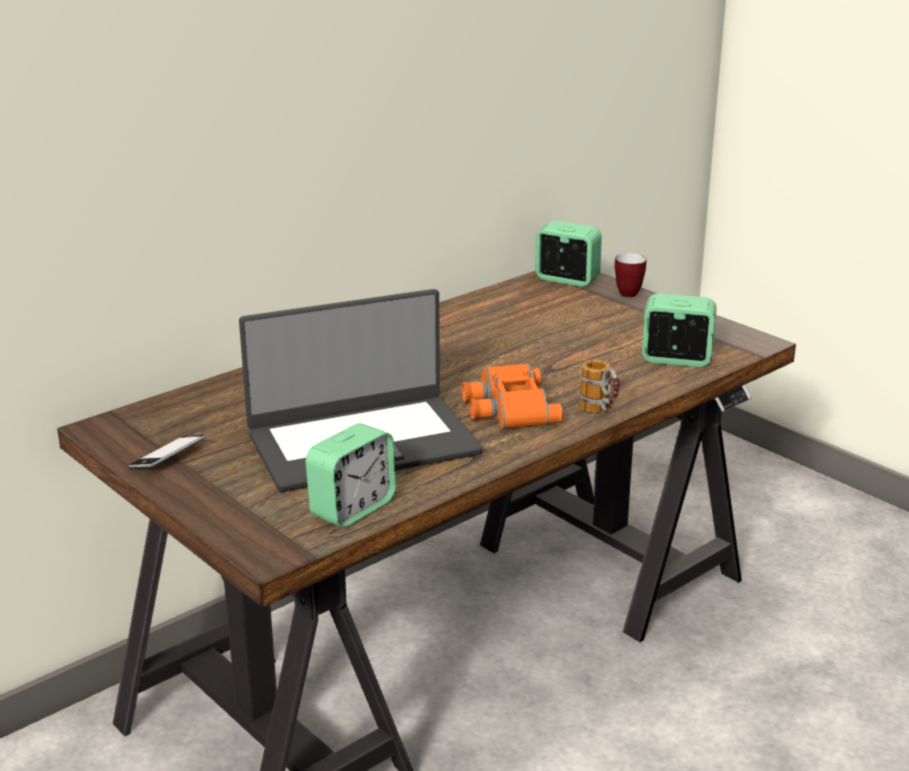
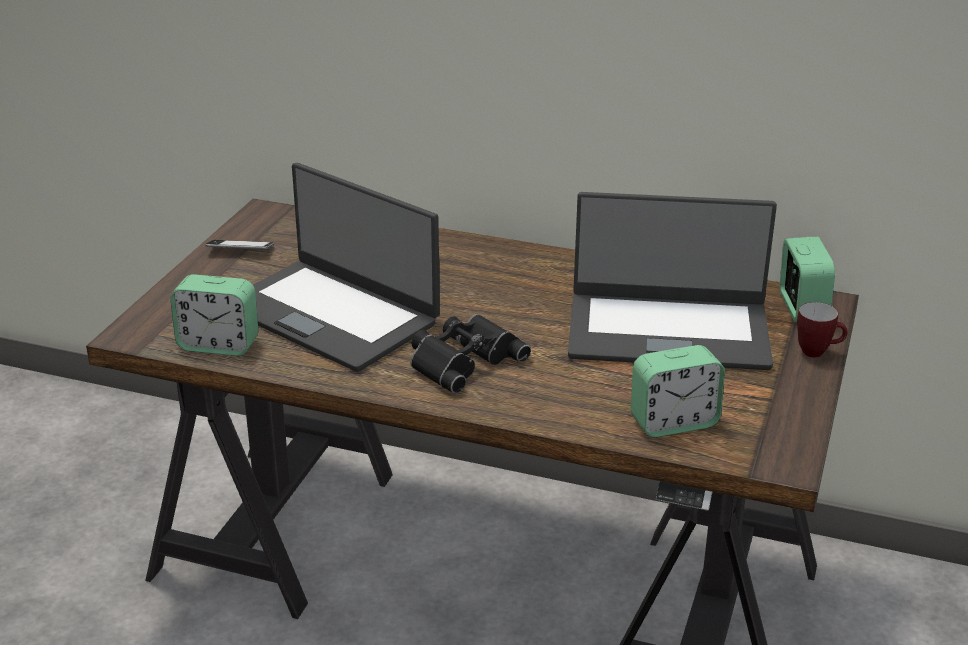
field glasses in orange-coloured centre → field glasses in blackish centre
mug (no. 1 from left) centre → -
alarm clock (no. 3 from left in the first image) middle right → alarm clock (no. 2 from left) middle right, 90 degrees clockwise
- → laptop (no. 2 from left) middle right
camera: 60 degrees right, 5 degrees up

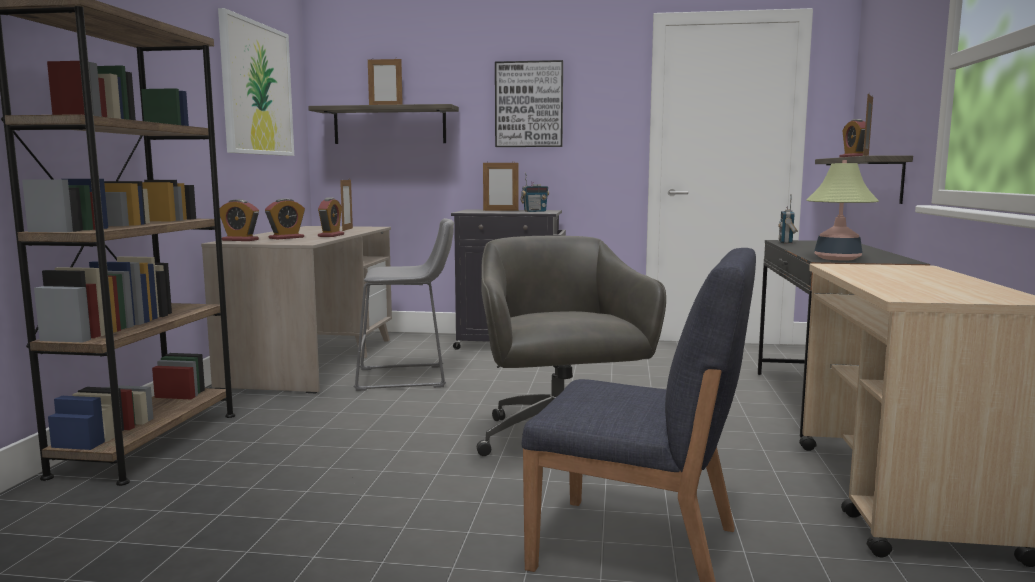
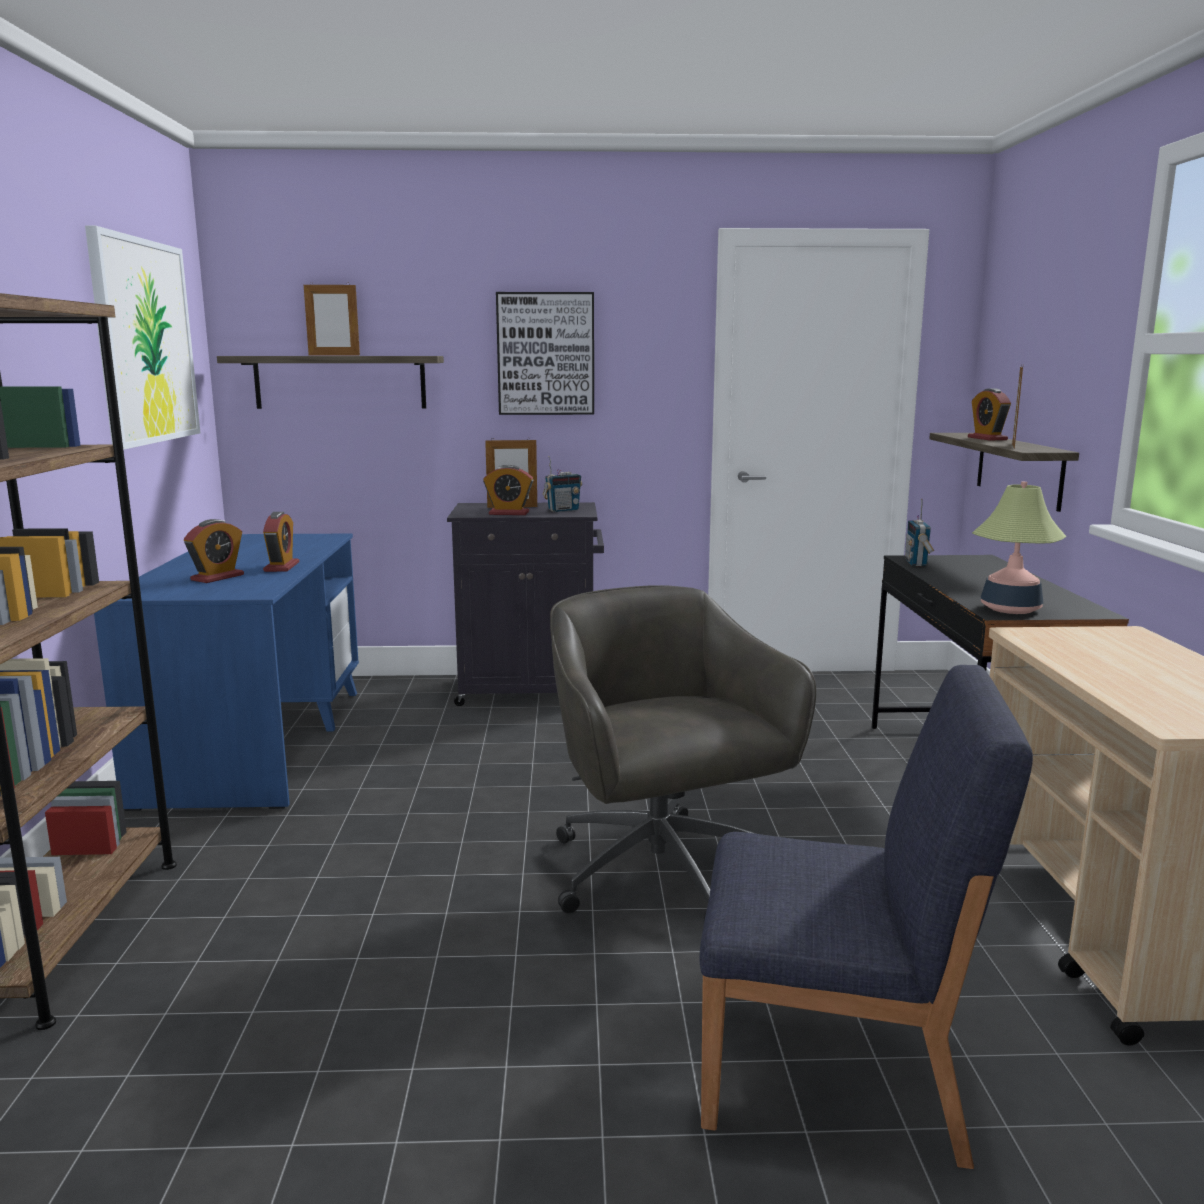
desk in beige middle left → desk in blue middle left
alarm clock (no. 1 from left in the first image) middle left → alarm clock (no. 3 from left) centre, relocated
picture frame (no. 1 from left) centre → -
stool seat in greyish centre → -
camera: 10 degrees left, 5 degrees up

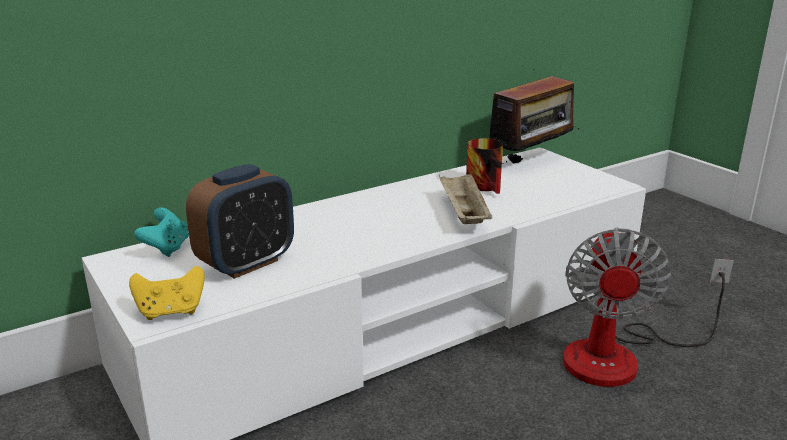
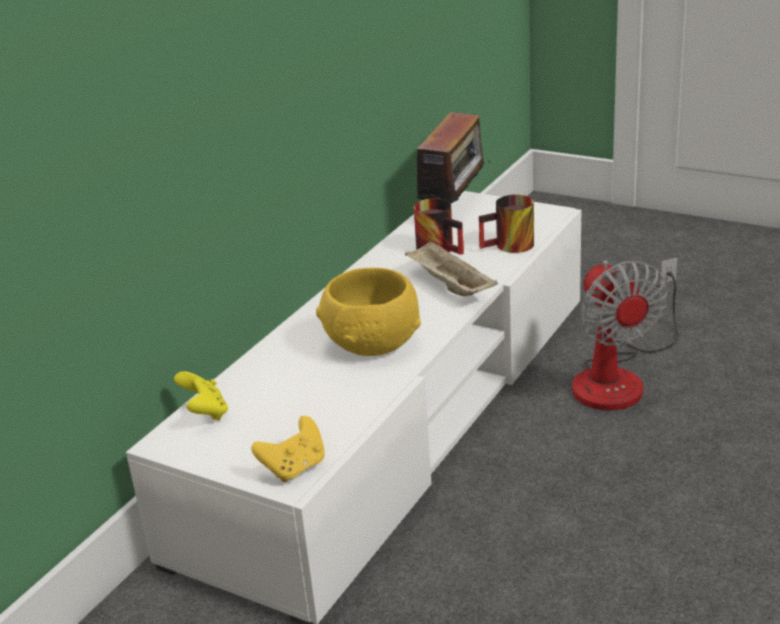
joypad in turquoise-coloured middle left → joypad in yellowish (no. 1 from left) middle left
alarm clock middle left → -
- → deep dish in yellowish centre
- → mug (no. 2 from left) centre
camera: 25 degrees left, 5 degrees up

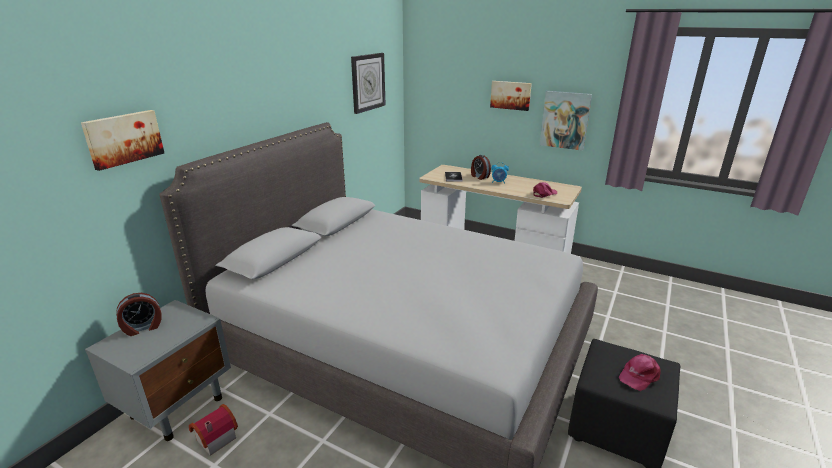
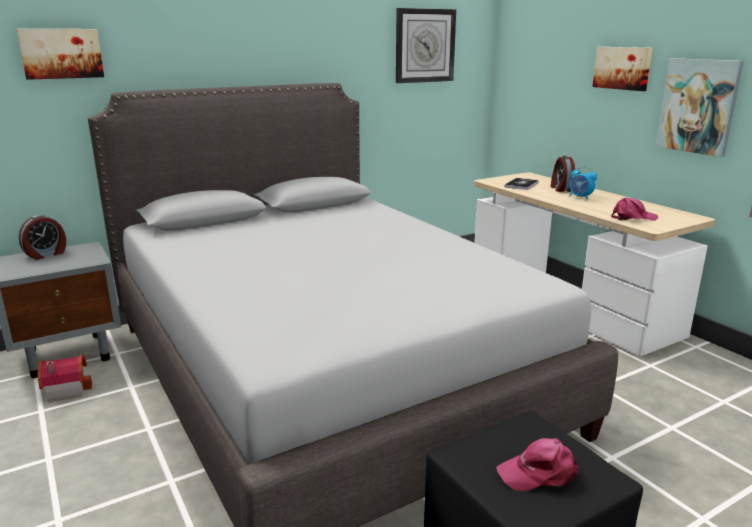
alarm clock (no. 1 from left) bottom left → alarm clock (no. 1 from left) middle left, 45 degrees counterclockwise
camera: 30 degrees right, 5 degrees down

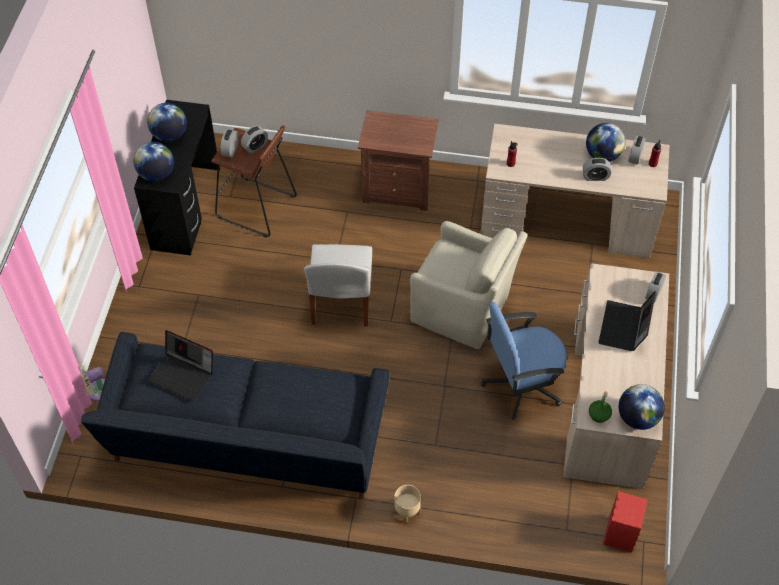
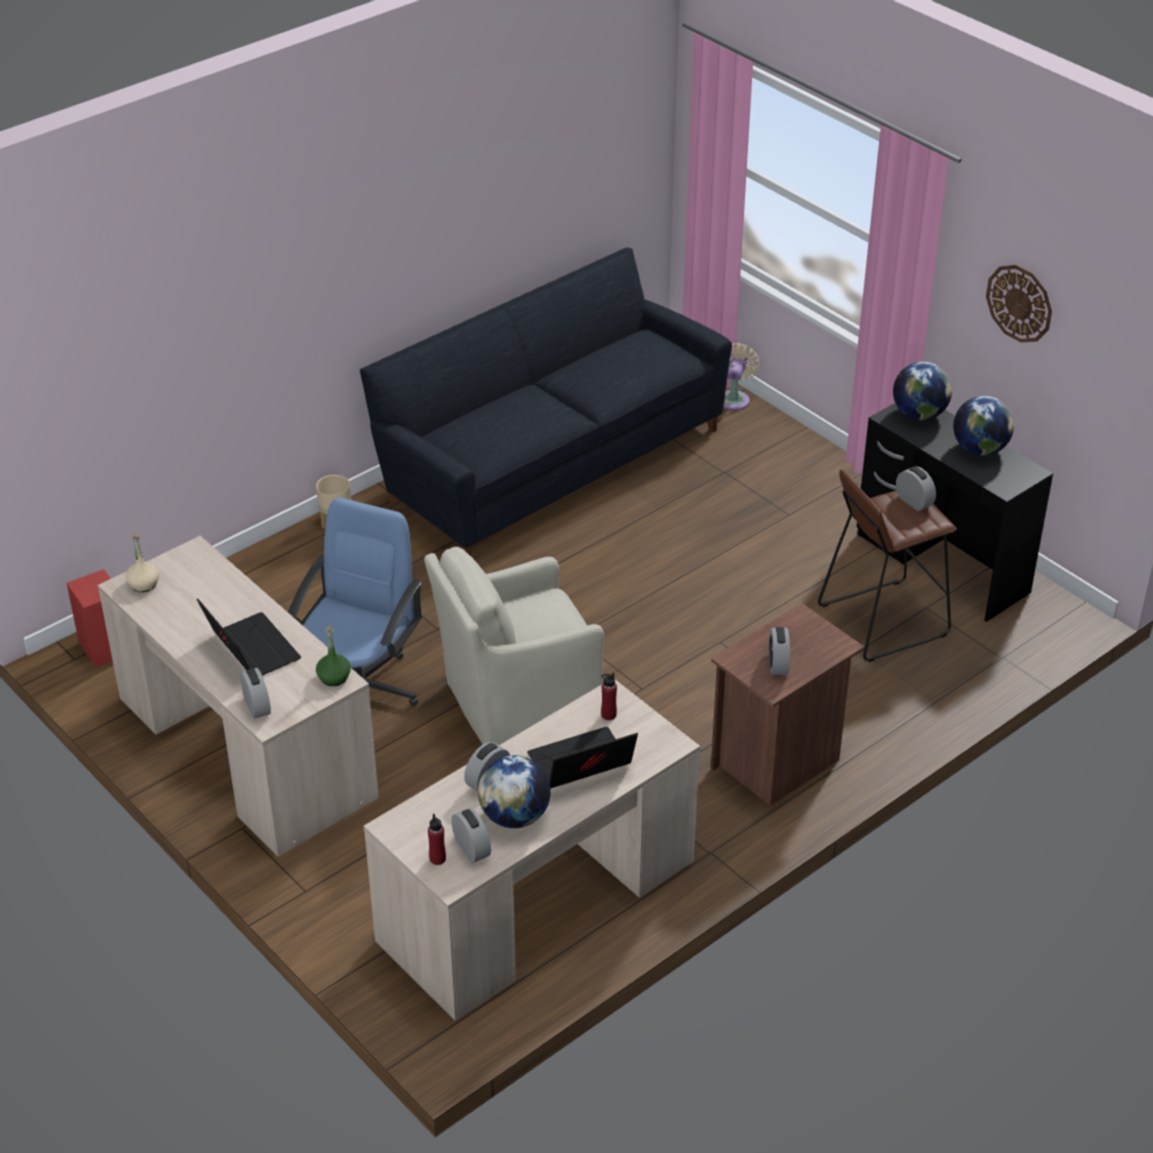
laptop (no. 1 from left in the first image) middle left → laptop (no. 2 from left) centre, relocated
alarm clock (no. 2 from left in the first image) top left → alarm clock (no. 4 from left) middle right, relocated
chair in white-coloured centre → -
bottle in greenish bottom right → bottle in greenish middle left, relocated
world globe (no. 4 from left) bottom right → bottle in beige middle left
- → hanging clock top right
camera: 130 degrees right, 15 degrees down

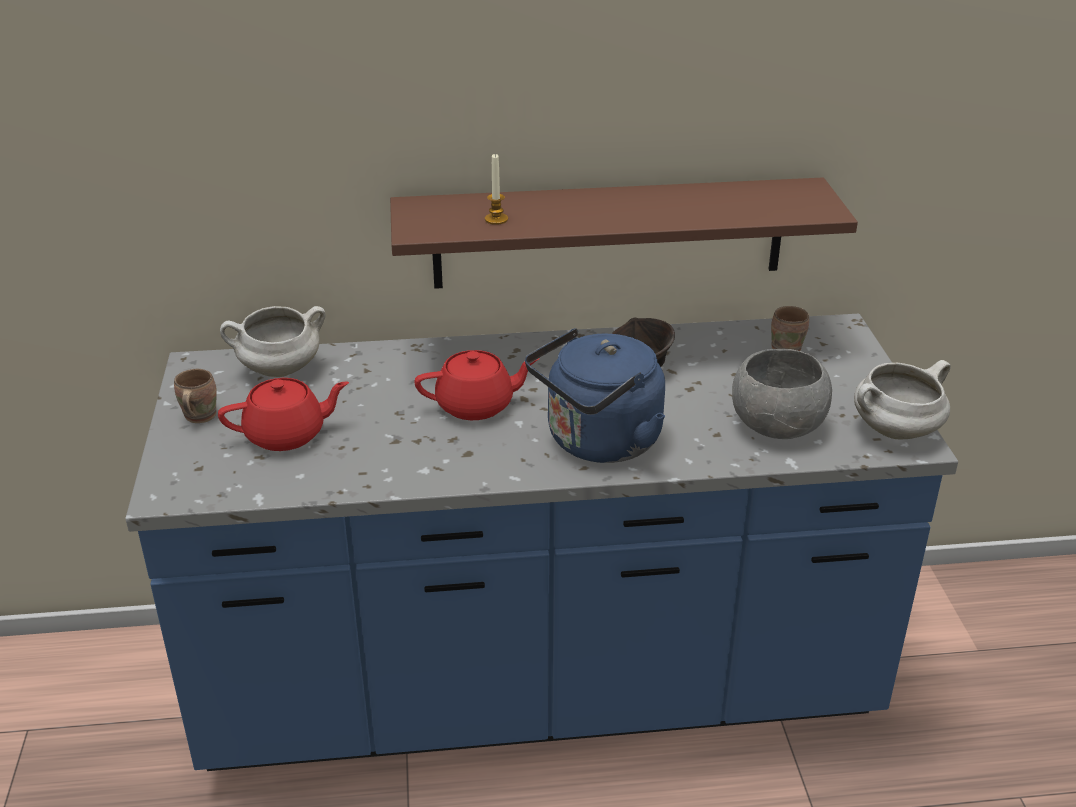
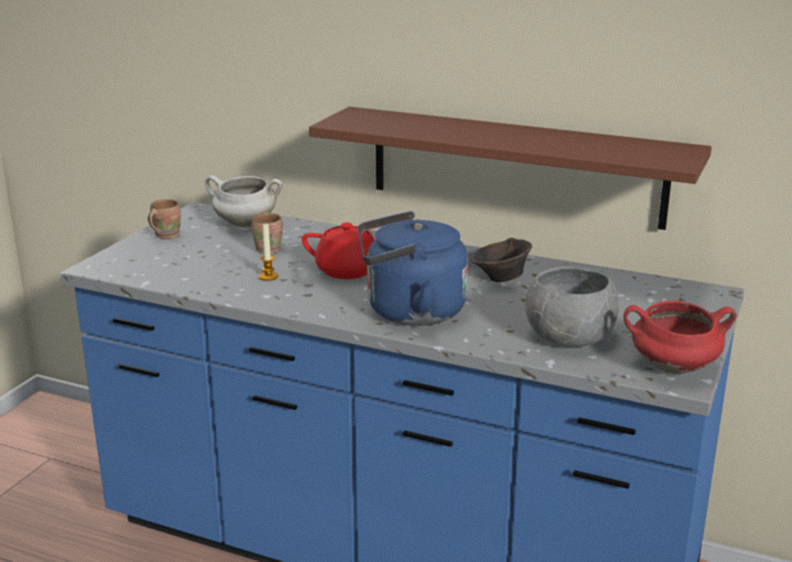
teapot in reddish (no. 1 from left) middle left → -
wax candle top centre → wax candle centre, relocated
mug in brownish (no. 2 from left) middle right → mug in brownish (no. 2 from left) centre, relocated
cooking pot in white-coloured (no. 2 from left) middle right → cooking pot in reddish middle right
camera: 30 degrees right, 10 degrees down

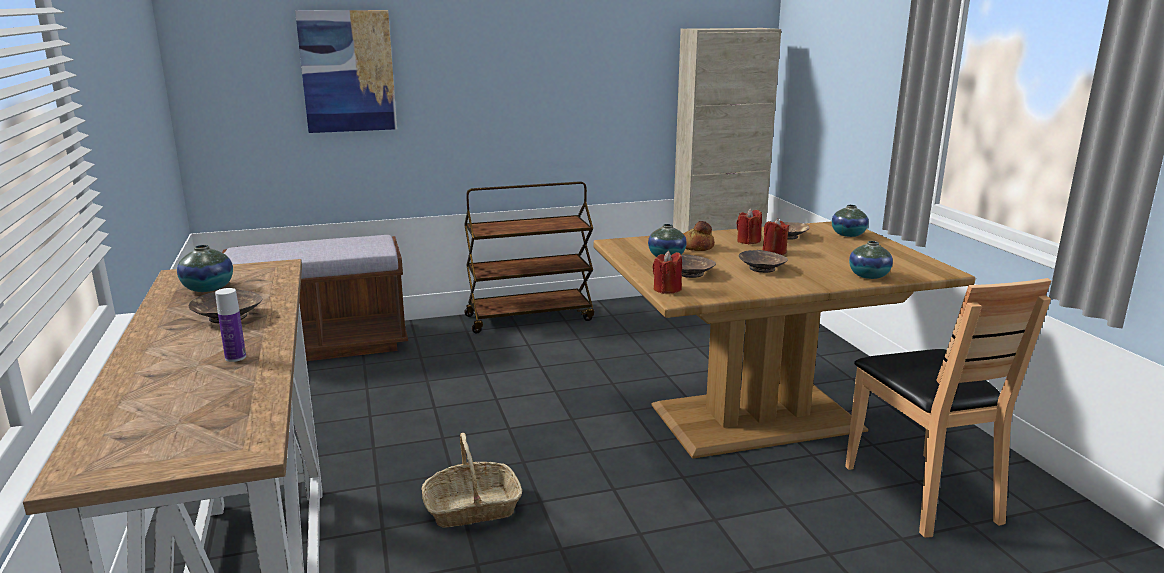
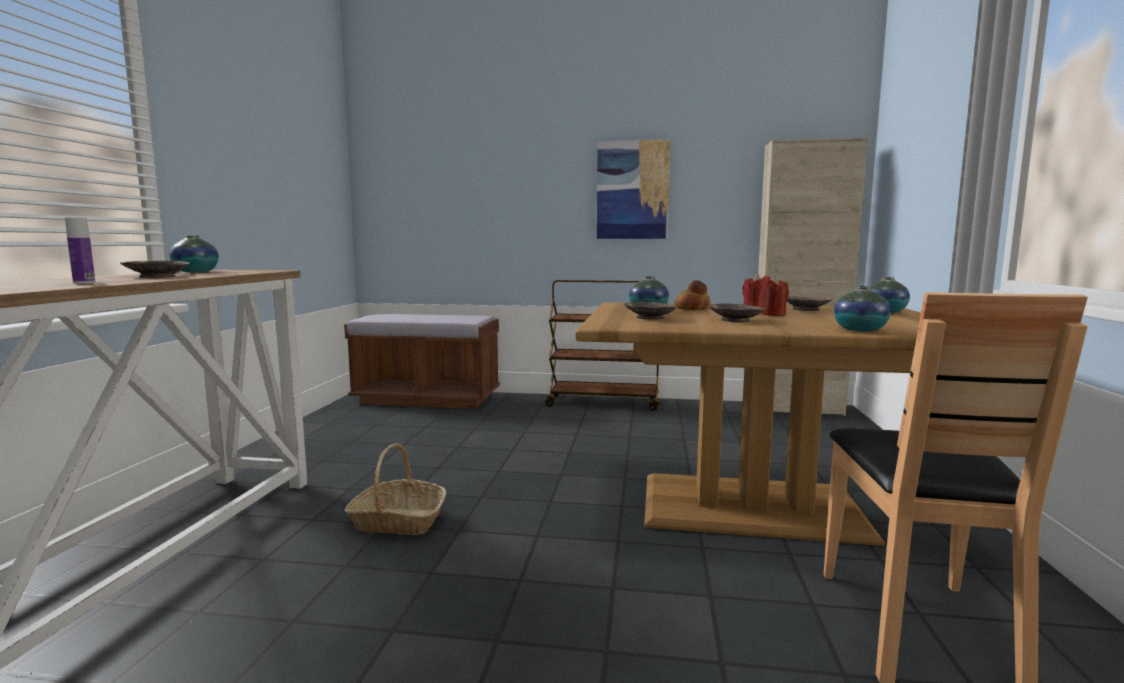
wall art top left → wall art top centre, relocated
wax candle in reddish (no. 1 from left) centre → -
camera: 25 degrees right, 10 degrees down

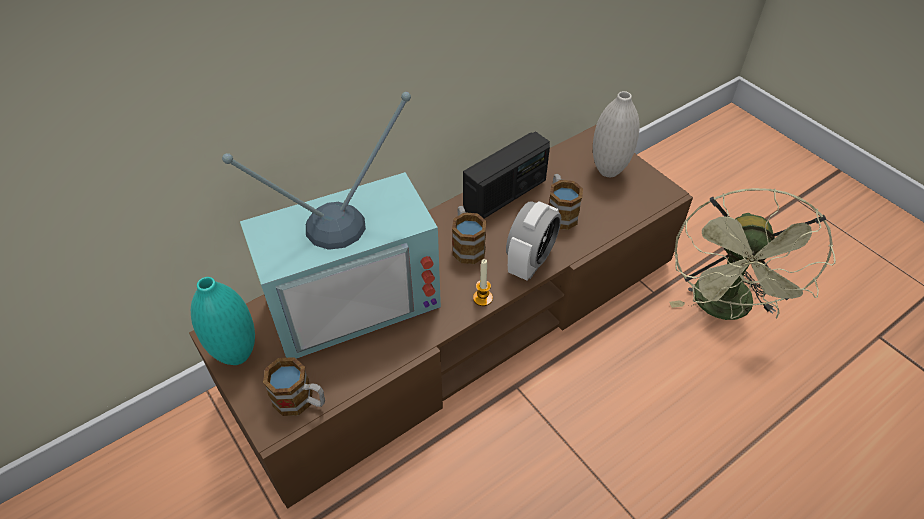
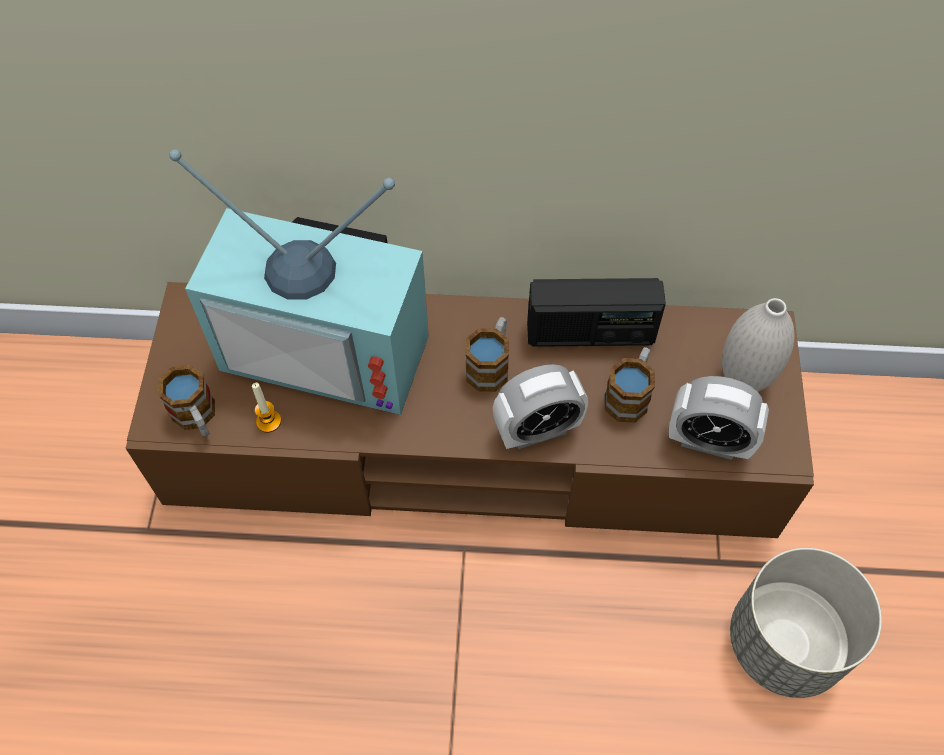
flower vase in turquoise-coloured middle left → -
wax candle centre → wax candle middle left, relocated
electric fan in greenish middle right → plant pot in greyish bottom right
- → alarm clock (no. 2 from left) middle right
camera: 40 degrees right, 10 degrees up

